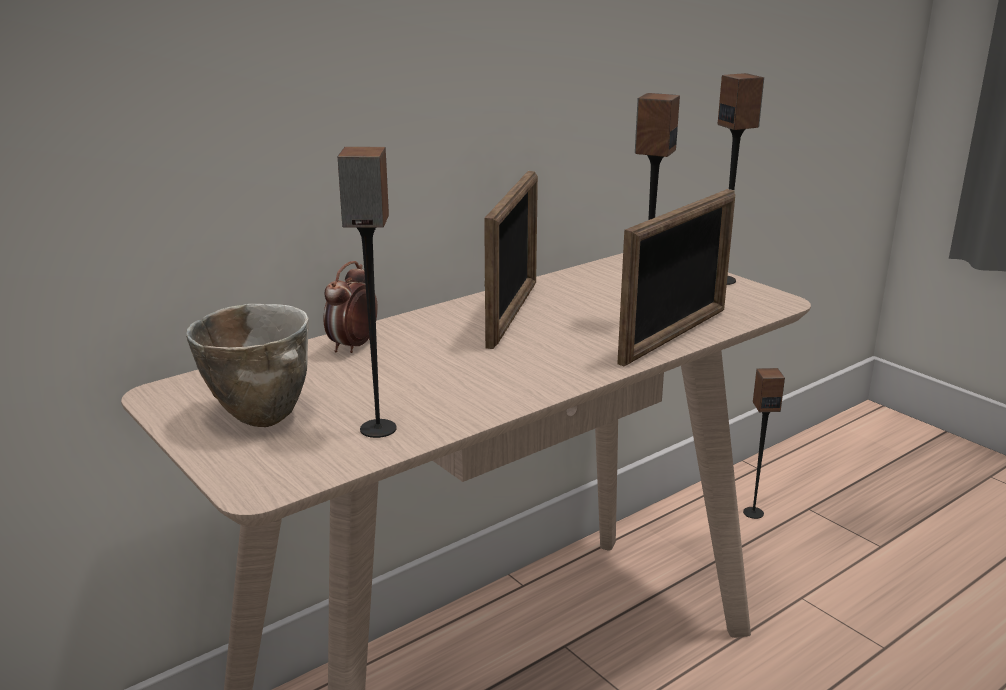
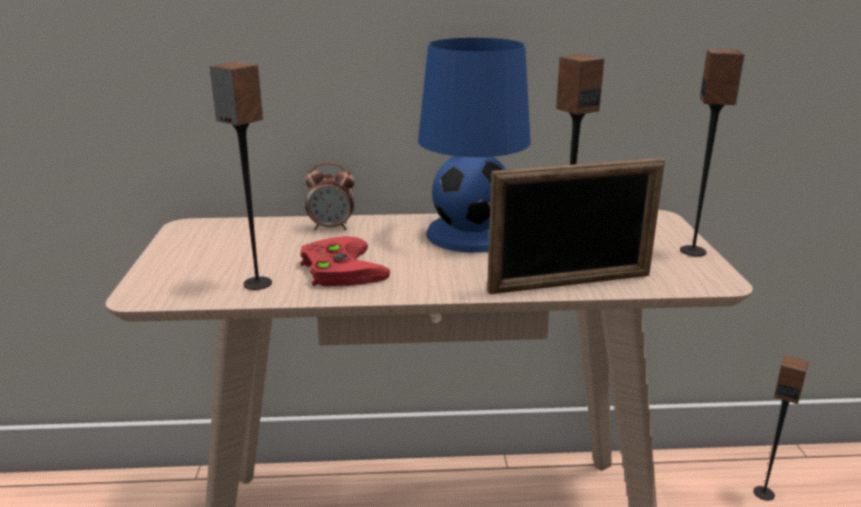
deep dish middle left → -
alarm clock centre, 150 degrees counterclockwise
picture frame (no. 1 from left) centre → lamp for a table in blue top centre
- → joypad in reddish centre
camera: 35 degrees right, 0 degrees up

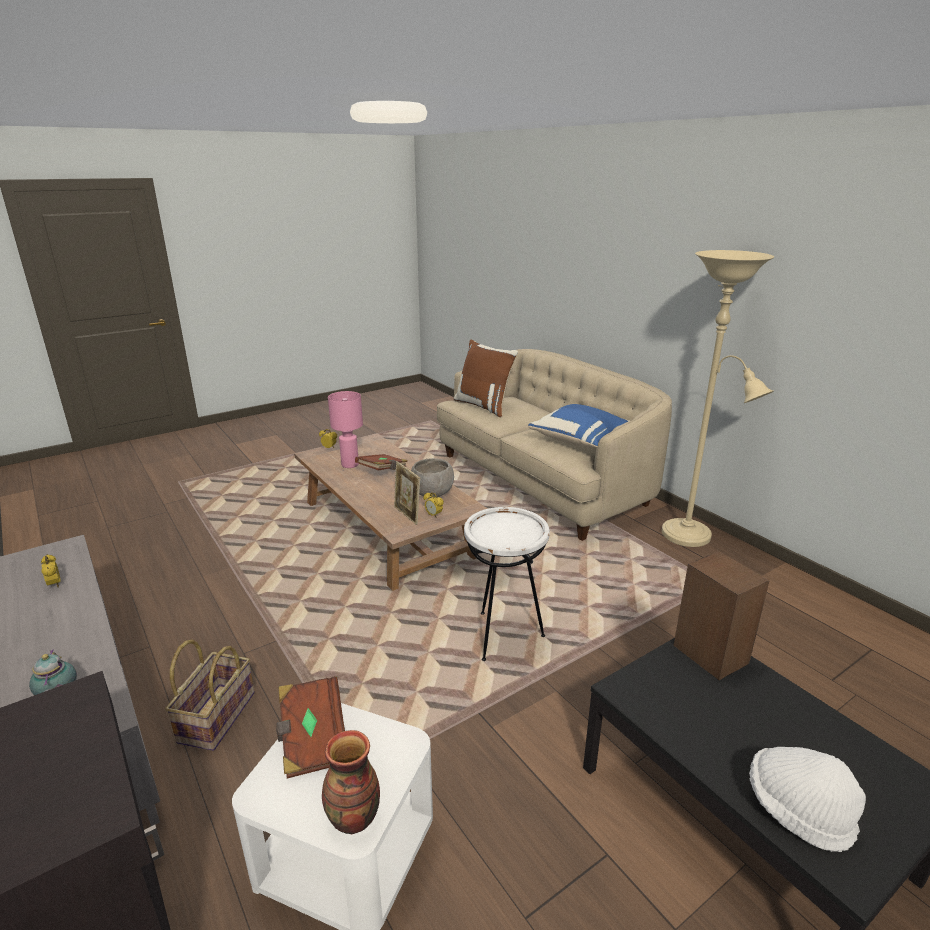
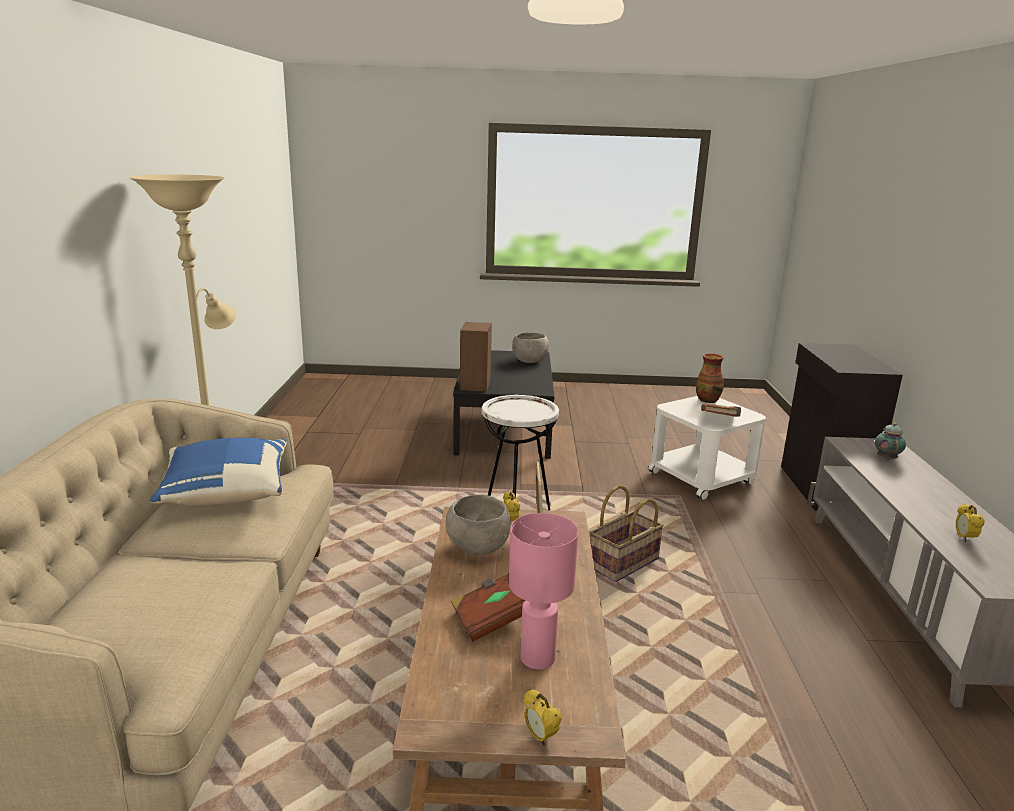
basket bottom left → basket centre, relocated
pillow in brownish centre → -
hat in white-coloured bottom right → deep dish in greyish (no. 2 from left) centre
camera: 145 degrees left, 5 degrees down

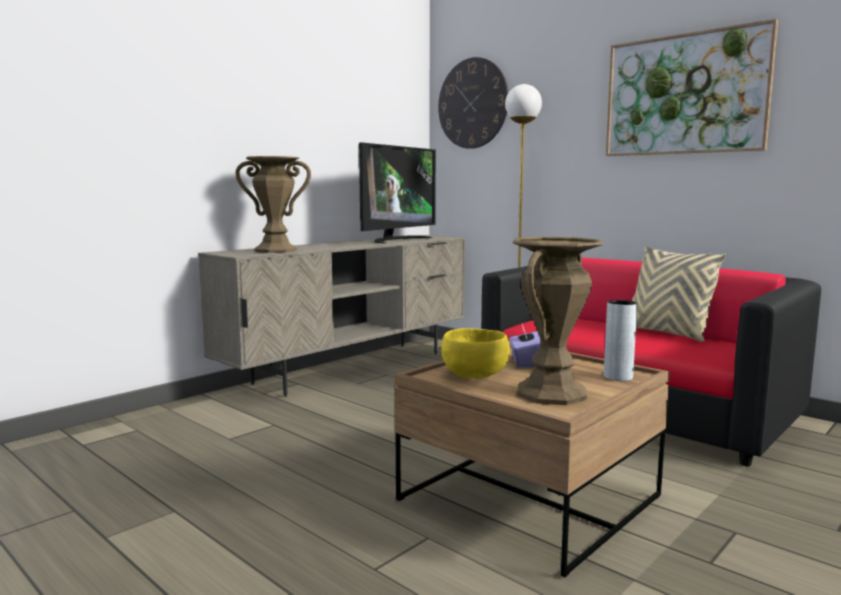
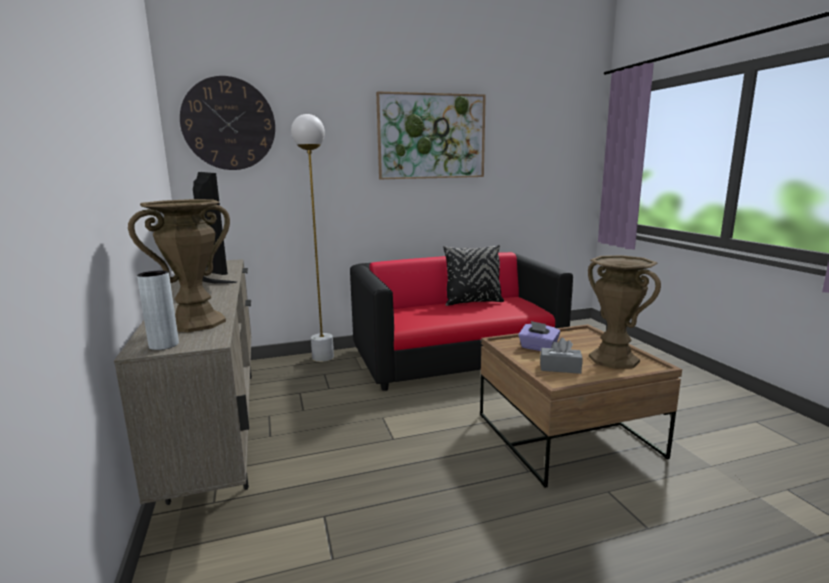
deep dish in yellowish centre → tissue box in greyish middle right
flower vase in greyish middle right → flower vase in greyish middle left, relocated
pillow in beige middle right → pillow in blackish centre
camera: 60 degrees left, 5 degrees up

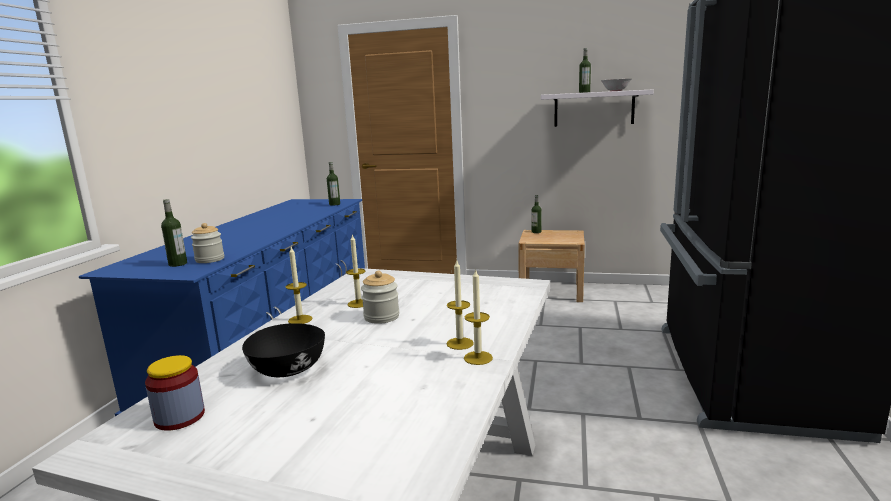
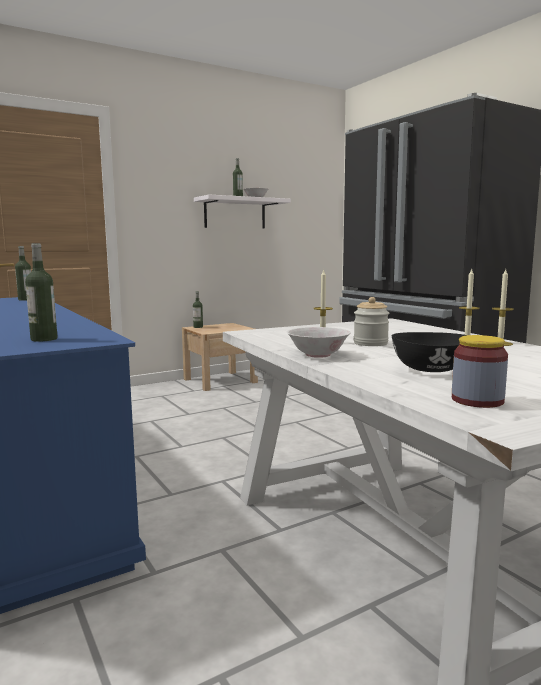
storage jar (no. 2 from left) middle left → -
wax candle (no. 1 from left) centre → deep dish in white-coloured (no. 2 from left) centre
camera: 45 degrees left, 5 degrees down

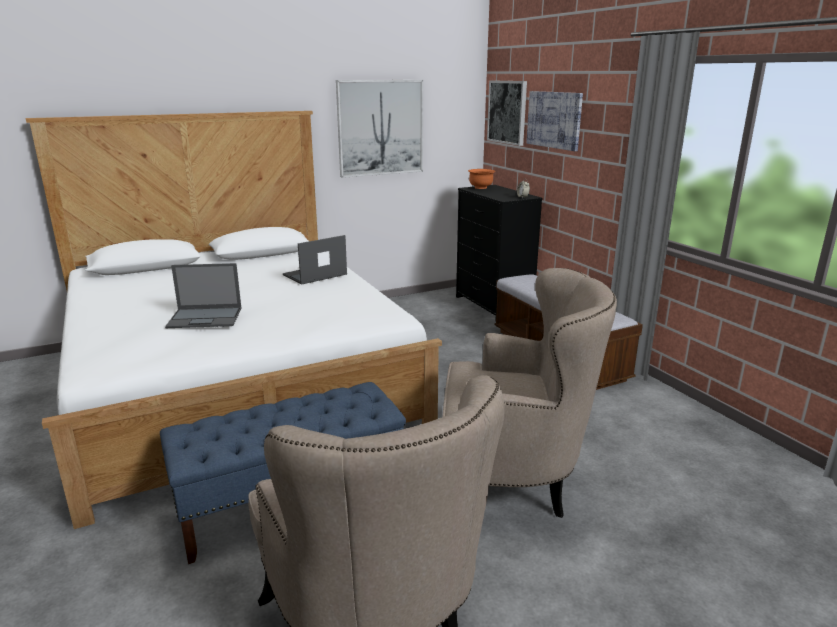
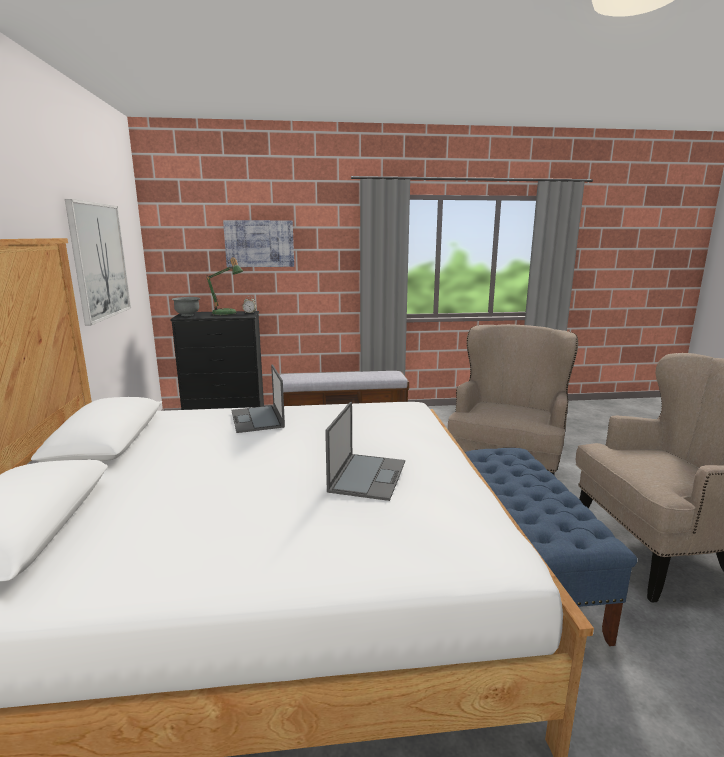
deep dish in orange-coloured top centre → deep dish in greyish middle left
wall art (no. 2 from left) top centre → -
- → lamp for a table middle left
camera: 70 degrees left, 5 degrees down

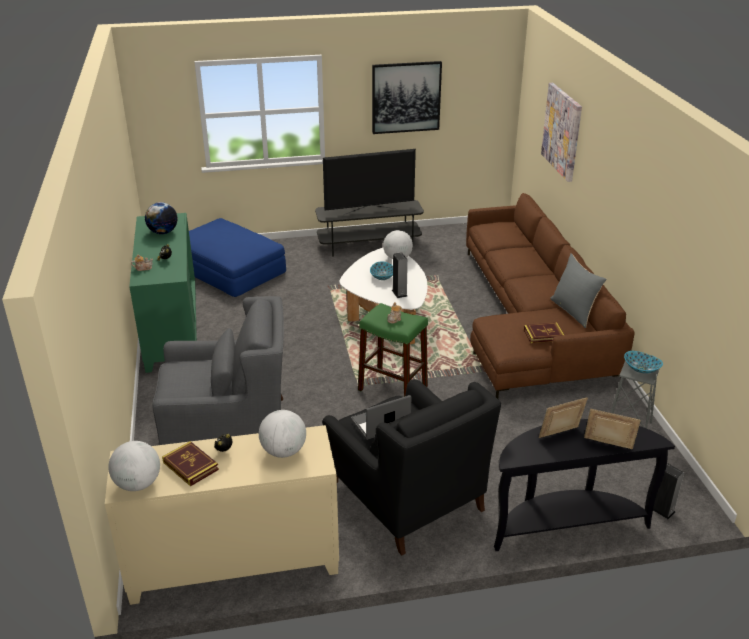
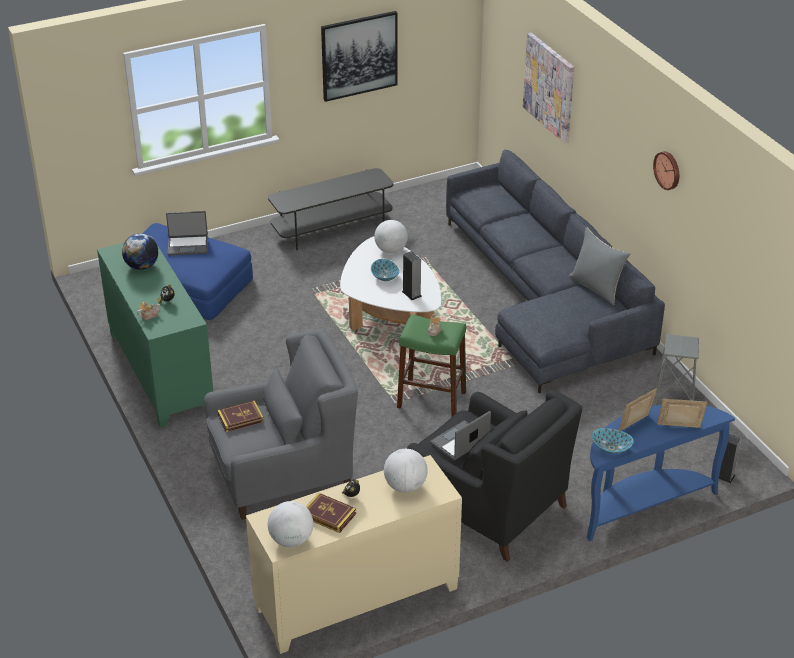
television top centre → -
couch in brownish middle right → couch in greyish middle right
hall table in blackish bottom right → hall table in blue bottom right
volume (no. 2 from left in the first image) middle right → volume (no. 1 from left) middle left, relocated
deep dish (no. 2 from left) middle right → deep dish (no. 2 from left) bottom right, relocated
- → laptop (no. 1 from left) middle left
- → hanging clock top right
camera: 15 degrees left, 5 degrees up

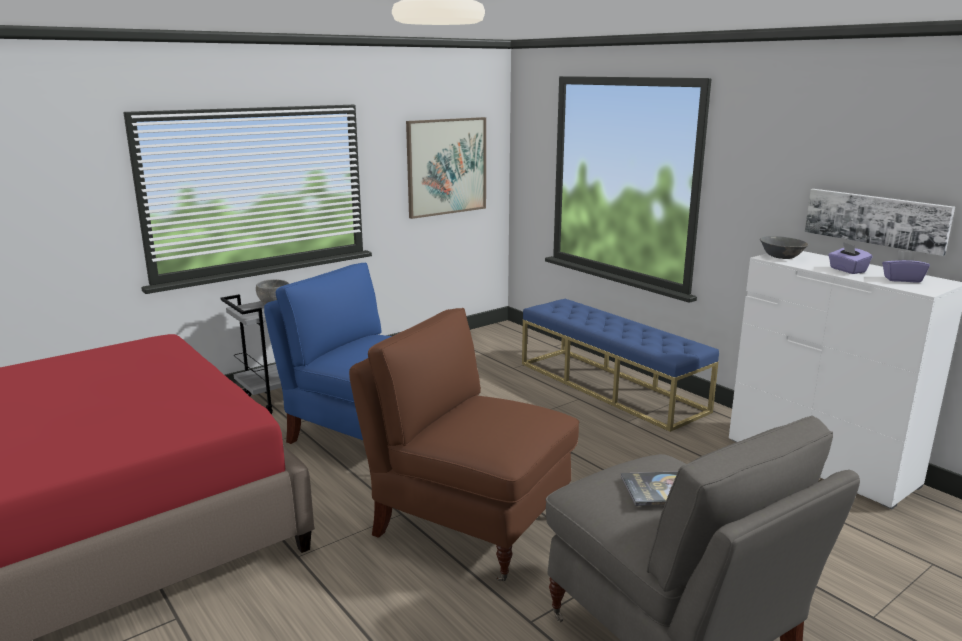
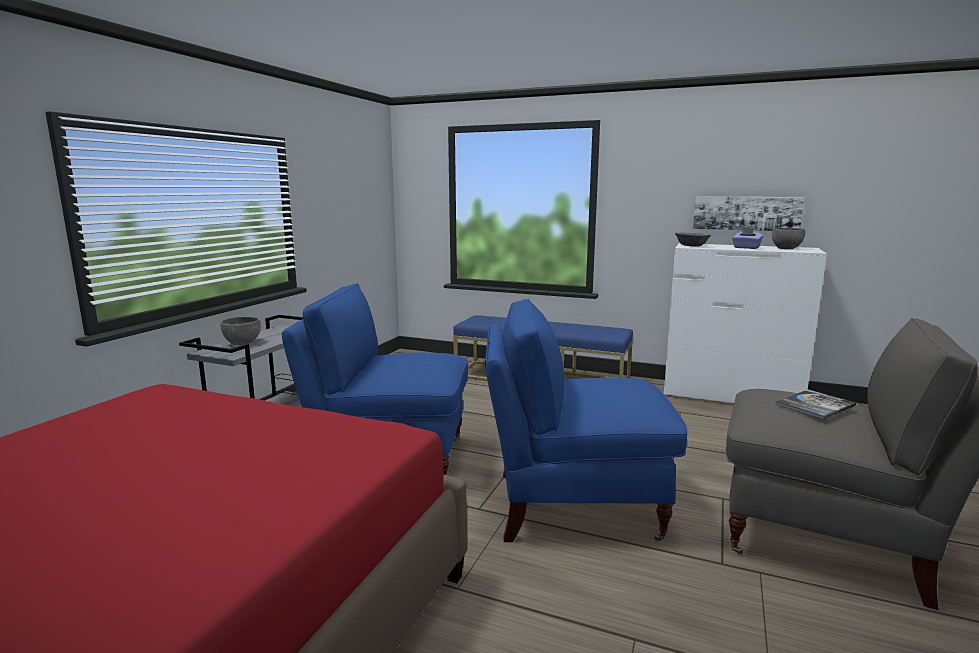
easy chair in brownish bottom centre → easy chair in blue (no. 2 from left) centre
wall art (no. 1 from left) top centre → -
tissue box in purple (no. 2 from left) middle right → deep dish in greyish (no. 3 from left) middle right
camera: 30 degrees left, 5 degrees down

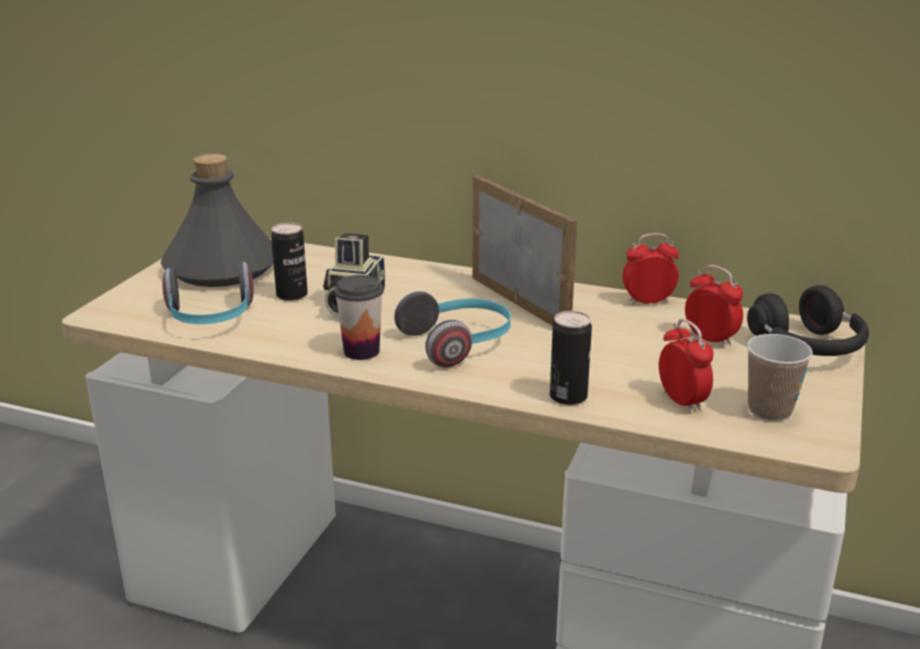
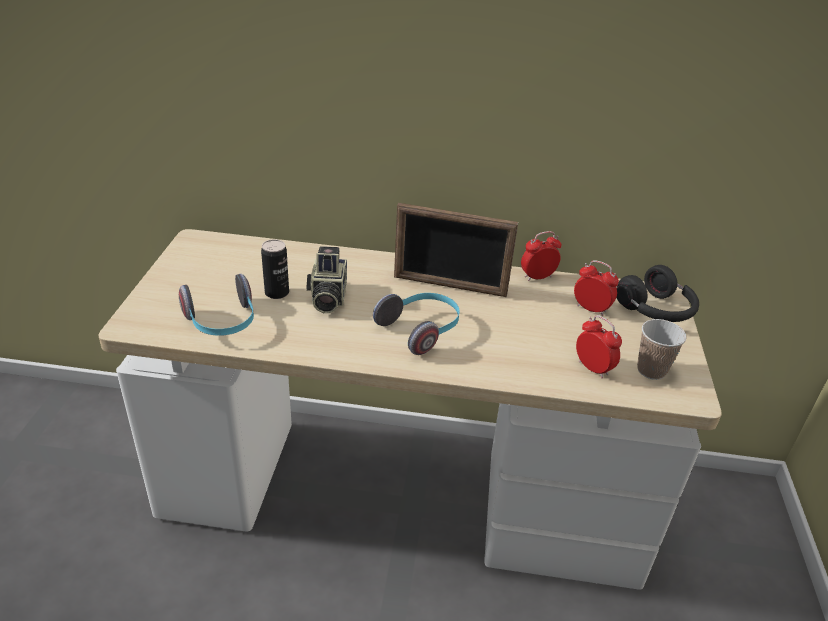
bottle in greyish middle left → -
drinking cup (no. 1 from left) centre → -
picture frame centre, 150 degrees clockwise
metal can (no. 2 from left) centre → -
camera: 15 degrees left, 10 degrees up

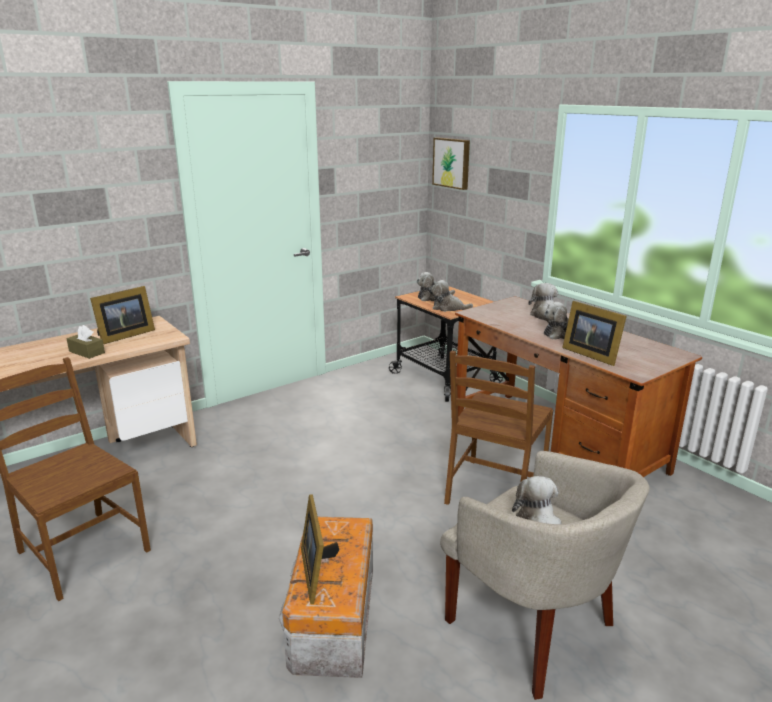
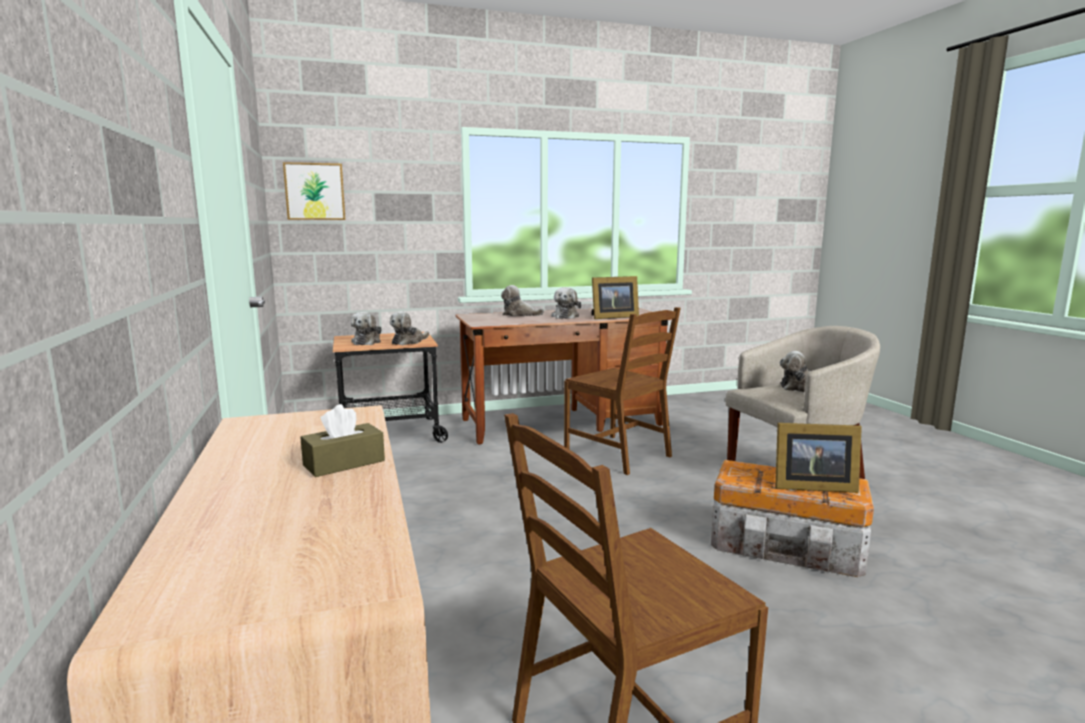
picture frame (no. 1 from left) middle left → -
camera: 70 degrees left, 10 degrees down

